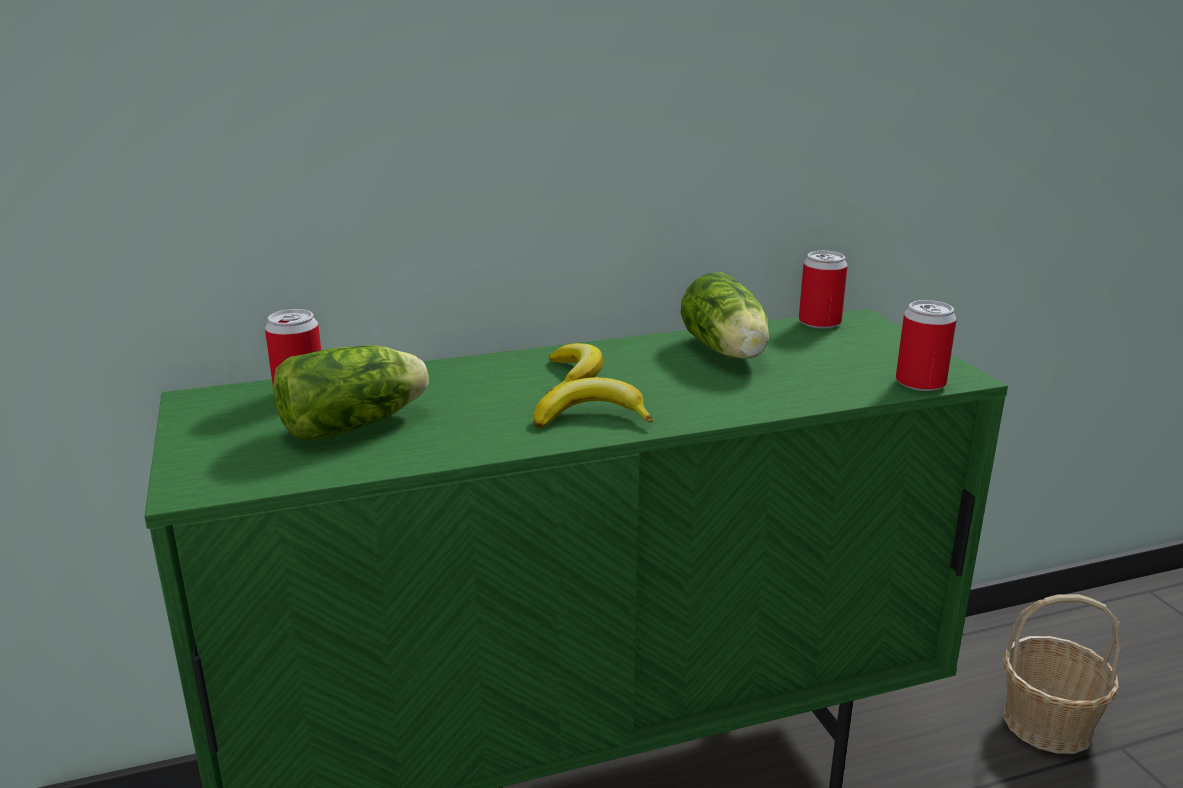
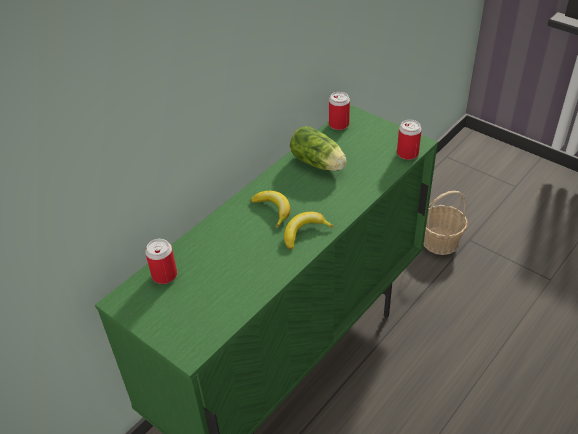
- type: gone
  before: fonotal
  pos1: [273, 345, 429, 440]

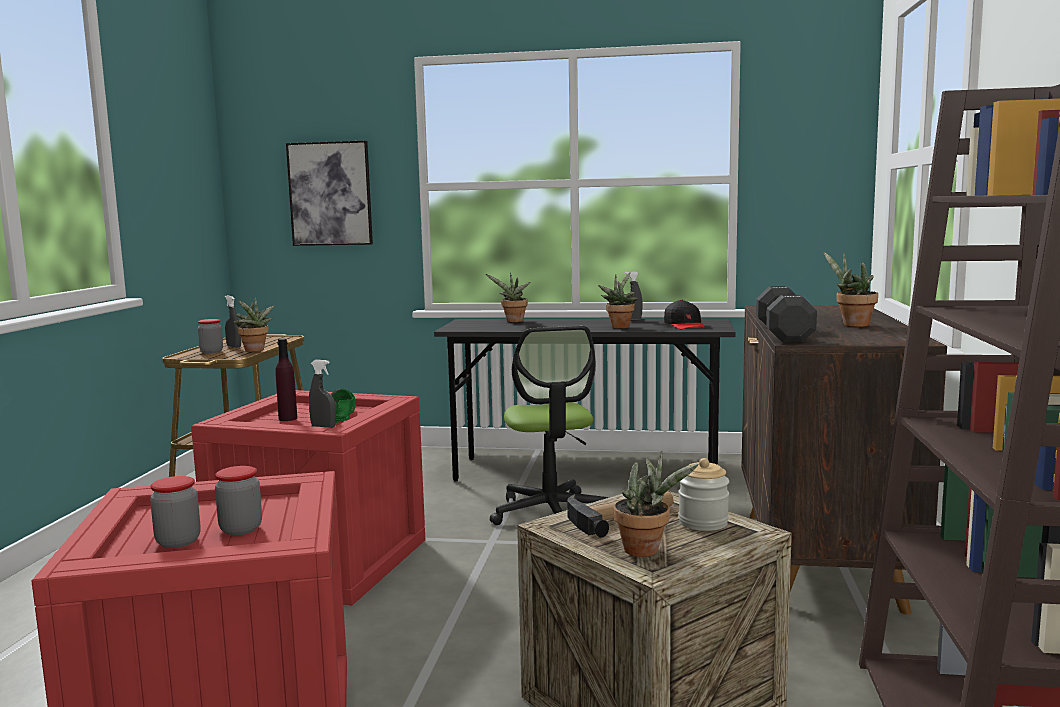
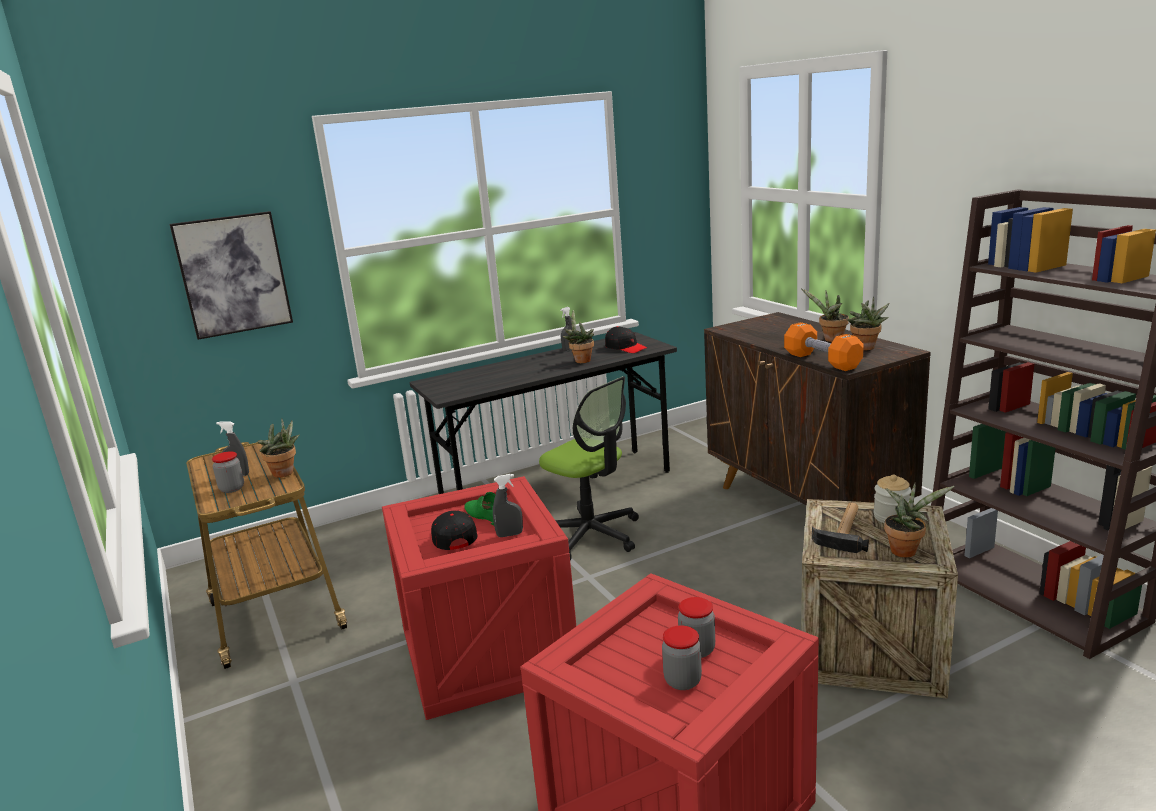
- type: shifted
  before: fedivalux
  pos1: [486, 273, 531, 322]
  pos2: [847, 297, 889, 350]
- type: swapped
  before: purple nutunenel
  after: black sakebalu
  pos1: [275, 339, 297, 421]
  pos2: [431, 510, 478, 550]
- type: repainted
  before: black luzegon
  after: orange luzegon
  pos1: [756, 286, 817, 343]
  pos2: [784, 322, 864, 371]

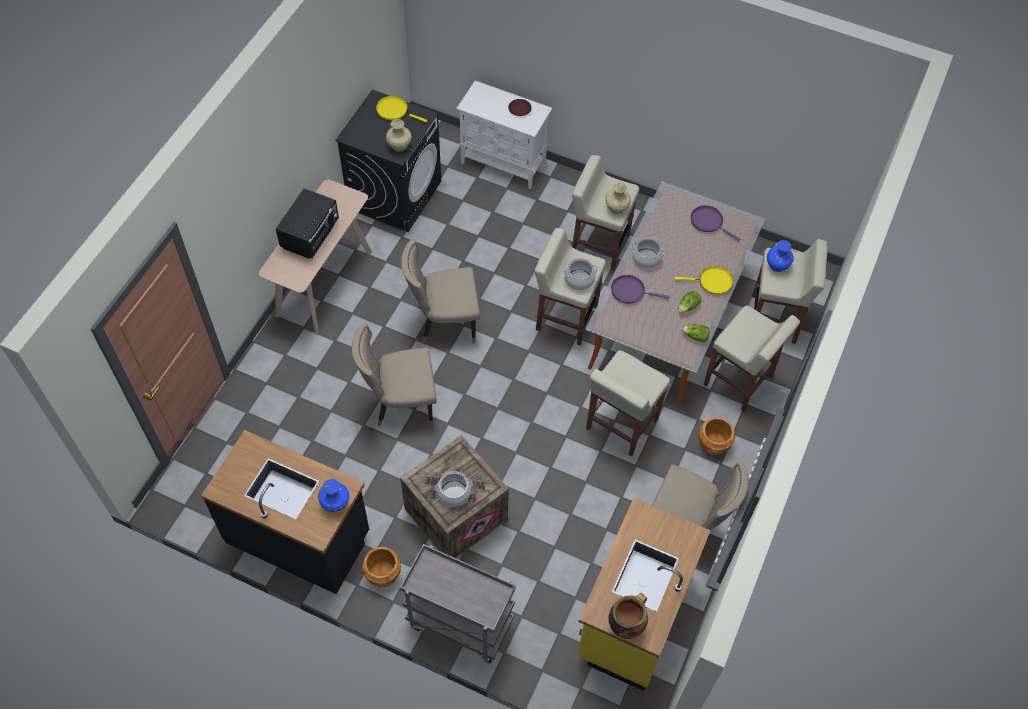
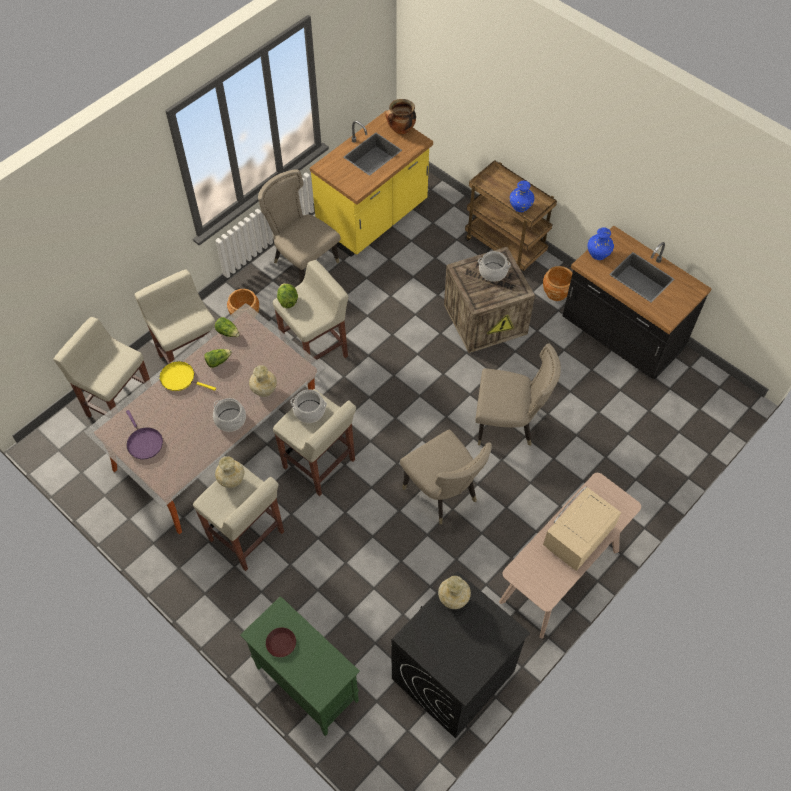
- type: gone
  before: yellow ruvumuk
  pos1: [376, 96, 427, 122]
- type: new
  after: fonotal
  pos2: [277, 283, 298, 308]
- type: shifted
  before: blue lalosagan
  pos1: [767, 240, 794, 272]
  pos2: [510, 181, 534, 212]
- type: swapped
  before: purple ruvumuk
  after: beige lalosagan
  pos1: [611, 275, 670, 304]
  pos2: [249, 365, 277, 397]
- type: repainted
  before: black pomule
  after: beige pomule
  pos1: [276, 188, 339, 258]
  pos2: [543, 487, 621, 571]
- type: repainted
  before: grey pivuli
  after: brown pivuli
  pos1: [400, 544, 516, 663]
  pos2: [465, 160, 557, 271]
- type: repainted
  before: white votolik
  after: green votolik
  pos1: [456, 81, 552, 189]
  pos2: [240, 596, 360, 736]
- type: rotated
  before: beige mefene
  pos1: [401, 239, 480, 343]
  pos2: [400, 429, 492, 524]
  turn: 45

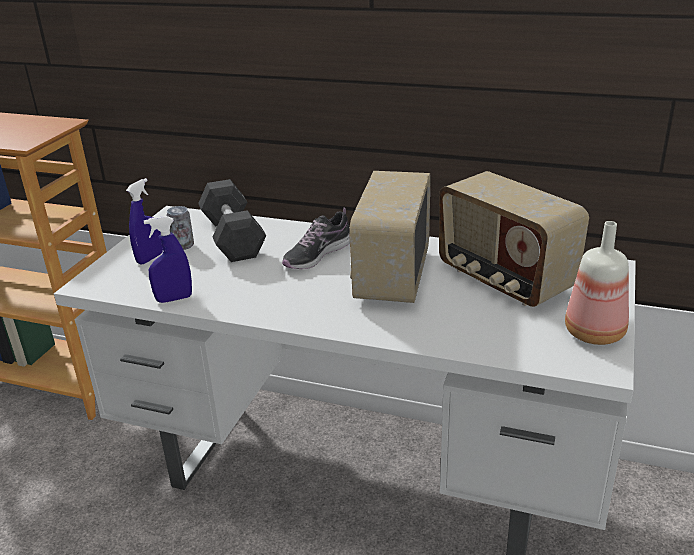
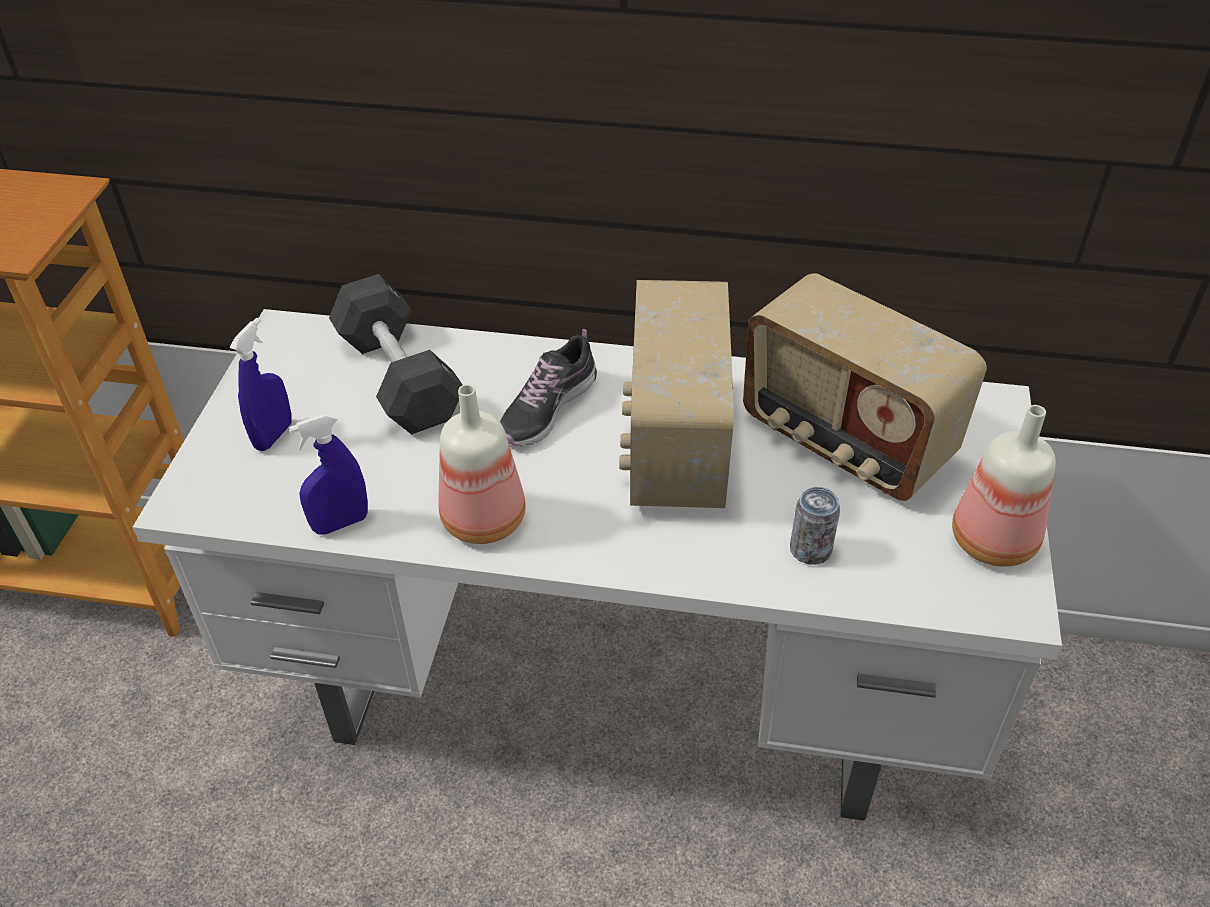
- type: new
  after: nutunenel
  pos2: [438, 384, 525, 544]
- type: shifted
  before: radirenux
  pos1: [166, 206, 194, 250]
  pos2: [790, 487, 840, 565]

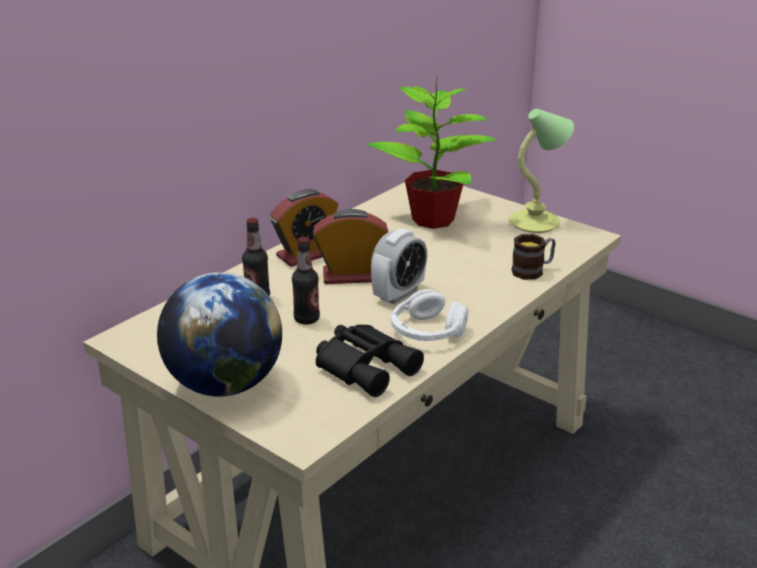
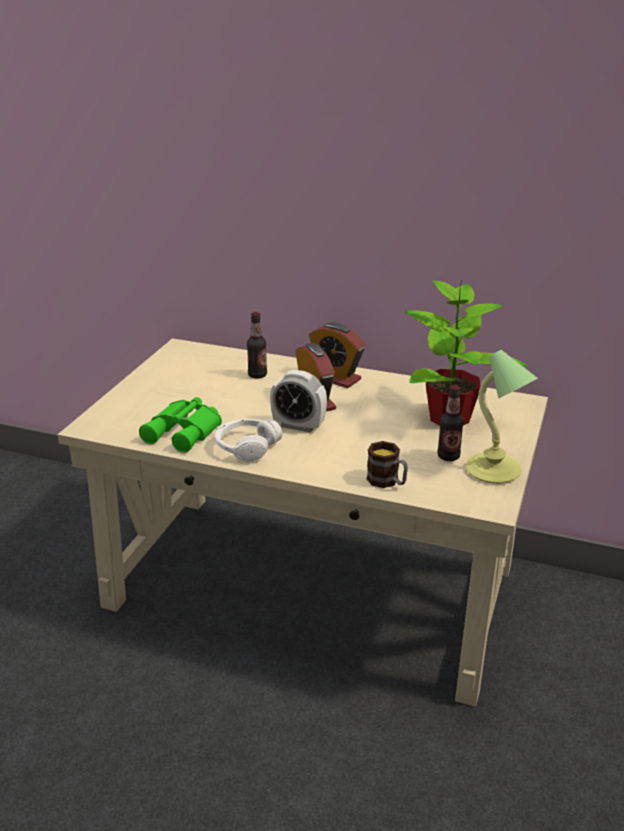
- type: gone
  before: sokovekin
  pos1: [157, 272, 282, 397]
- type: shifted
  before: nutunenel
  pos1: [292, 237, 320, 324]
  pos2: [437, 385, 464, 461]
- type: repainted
  before: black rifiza
  after: green rifiza
  pos1: [316, 325, 424, 397]
  pos2: [139, 397, 222, 453]

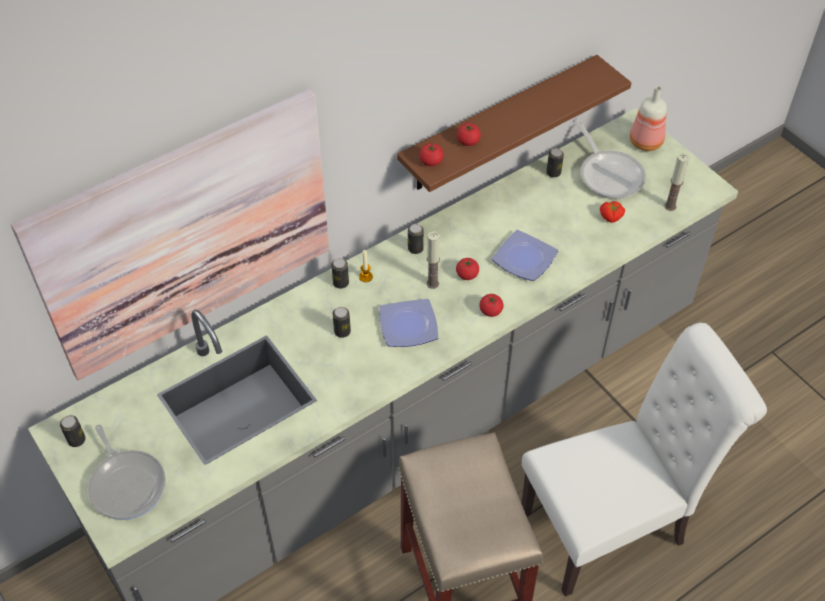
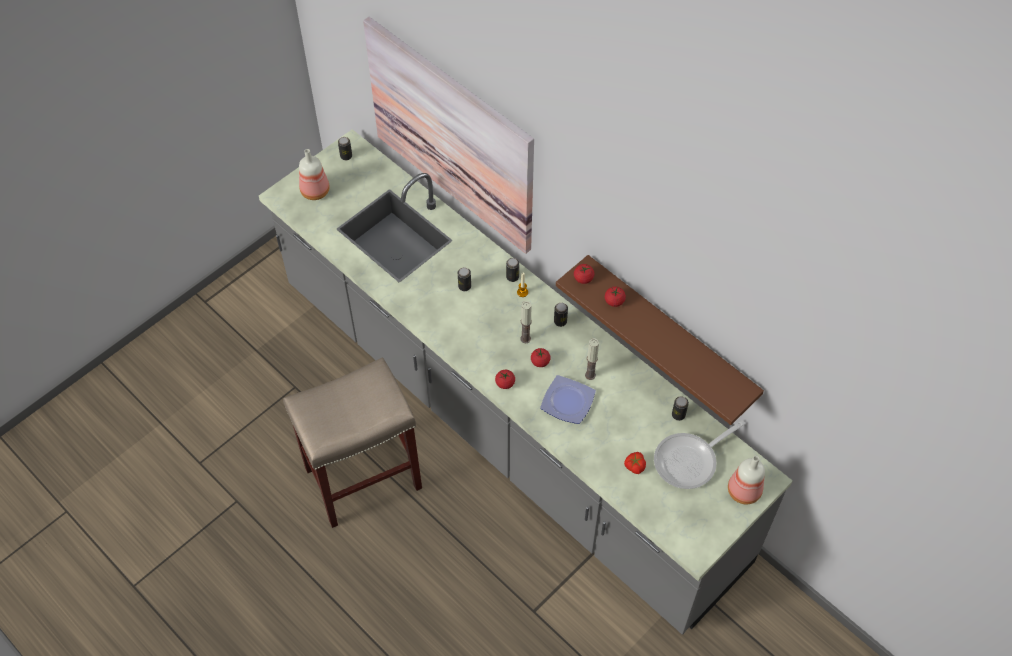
- type: gone
  before: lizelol
  pos1: [379, 299, 438, 347]
- type: gone
  before: white mefene
  pos1: [522, 323, 767, 596]
- type: shifted
  before: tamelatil
  pos1: [664, 154, 689, 211]
  pos2: [585, 338, 599, 380]
- type: swapped
  before: ruvumuk
  after: nutunenel
  pos1: [88, 424, 166, 520]
  pos2: [299, 149, 330, 200]

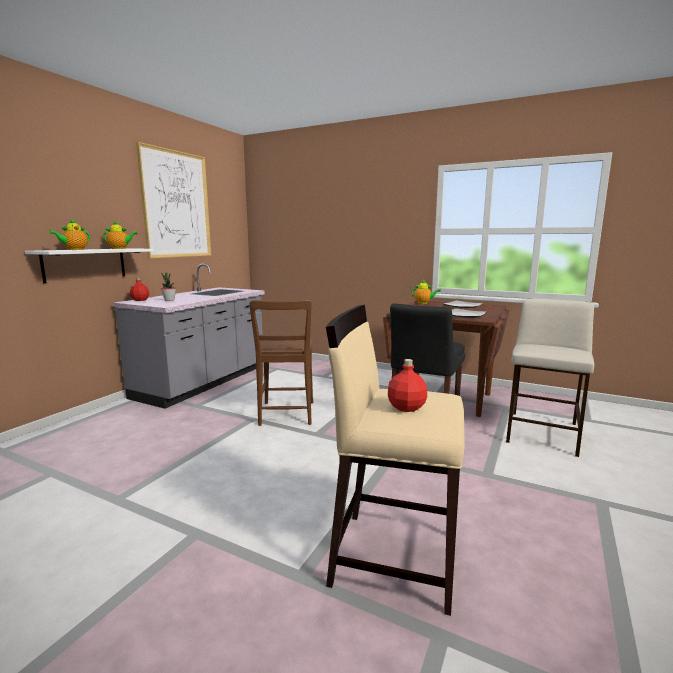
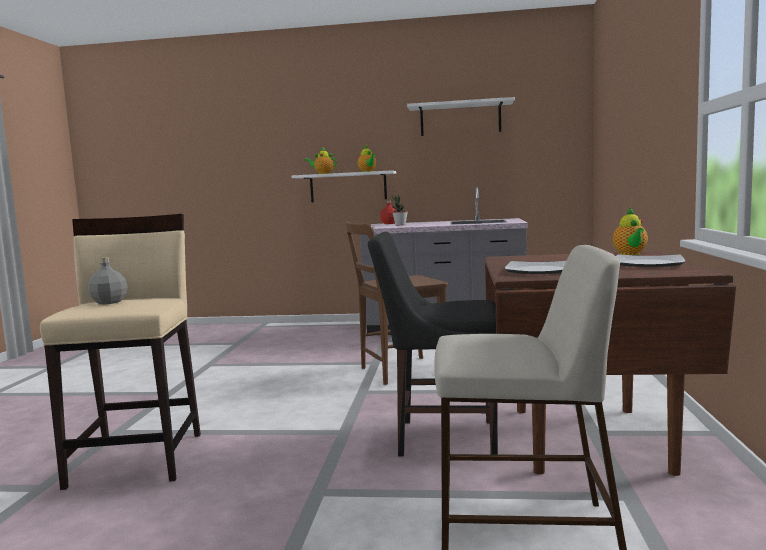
- type: swapped
  before: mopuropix
  after: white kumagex
  pos1: [136, 142, 211, 258]
  pos2: [407, 97, 515, 136]
- type: repainted
  before: red nutunenel
  after: grey nutunenel
  pos1: [388, 359, 427, 412]
  pos2: [88, 257, 128, 304]

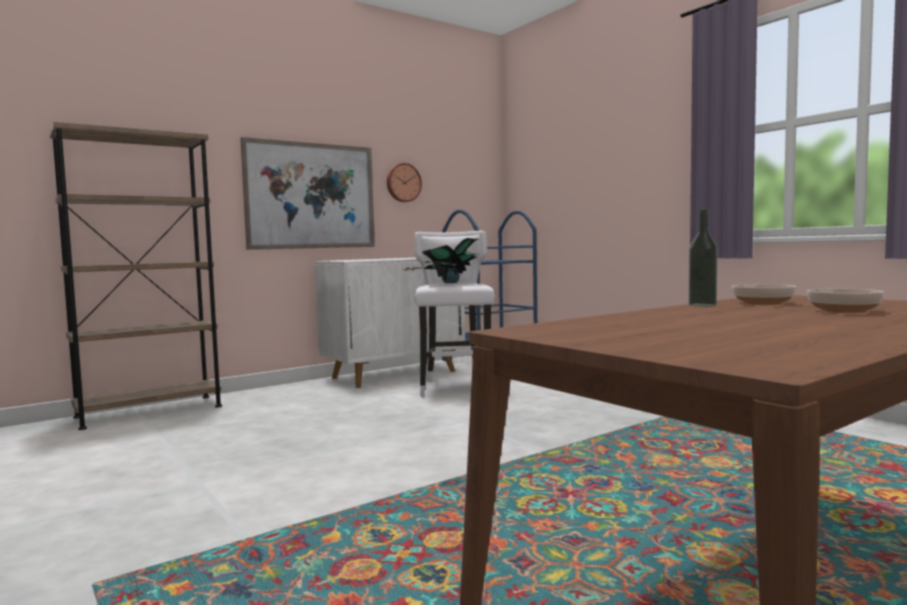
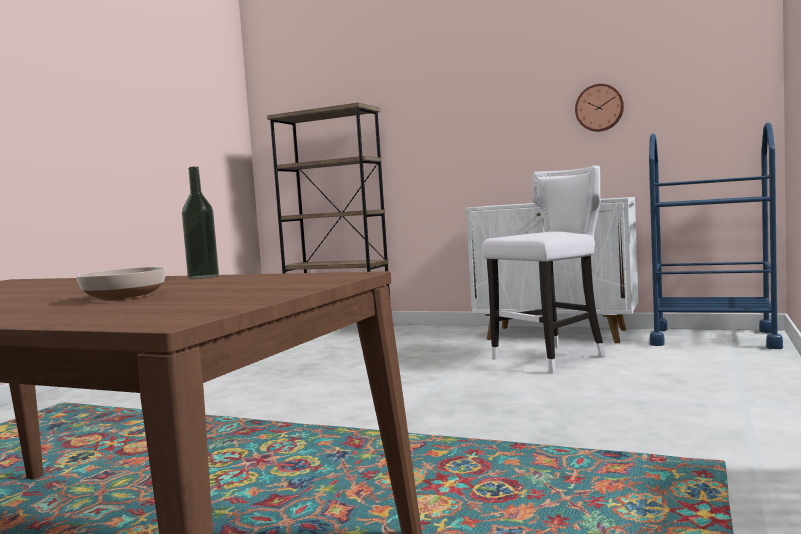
- type: gone
  before: mopuropix
  pos1: [240, 137, 375, 250]
- type: gone
  before: fedivalux
  pos1: [422, 238, 479, 283]
- type: gone
  before: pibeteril
  pos1: [732, 284, 796, 305]

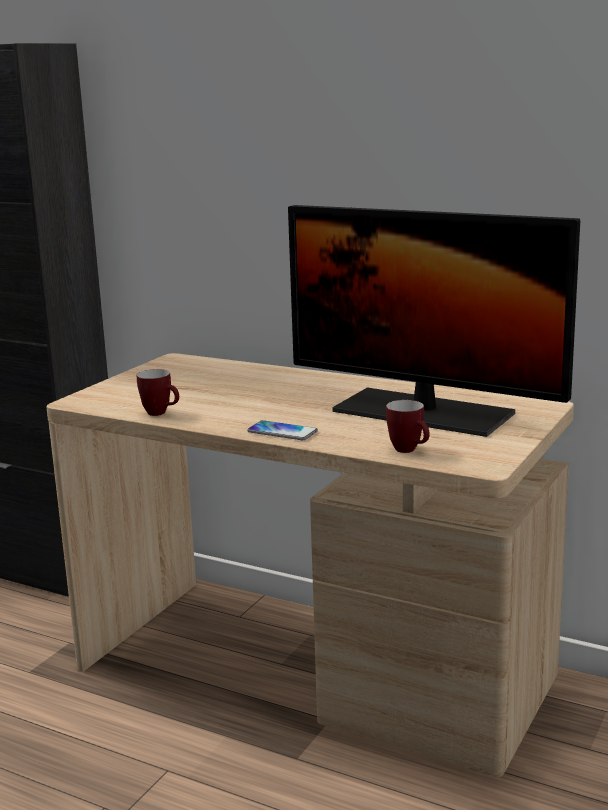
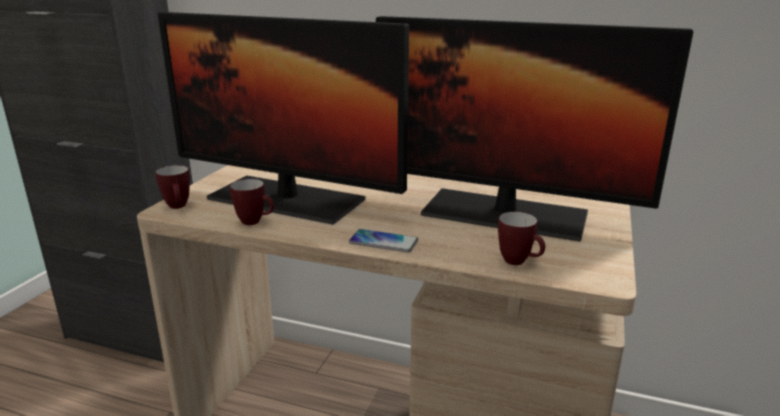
- type: new
  after: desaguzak
  pos2: [156, 165, 190, 209]
- type: new
  after: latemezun
  pos2: [158, 12, 409, 225]

